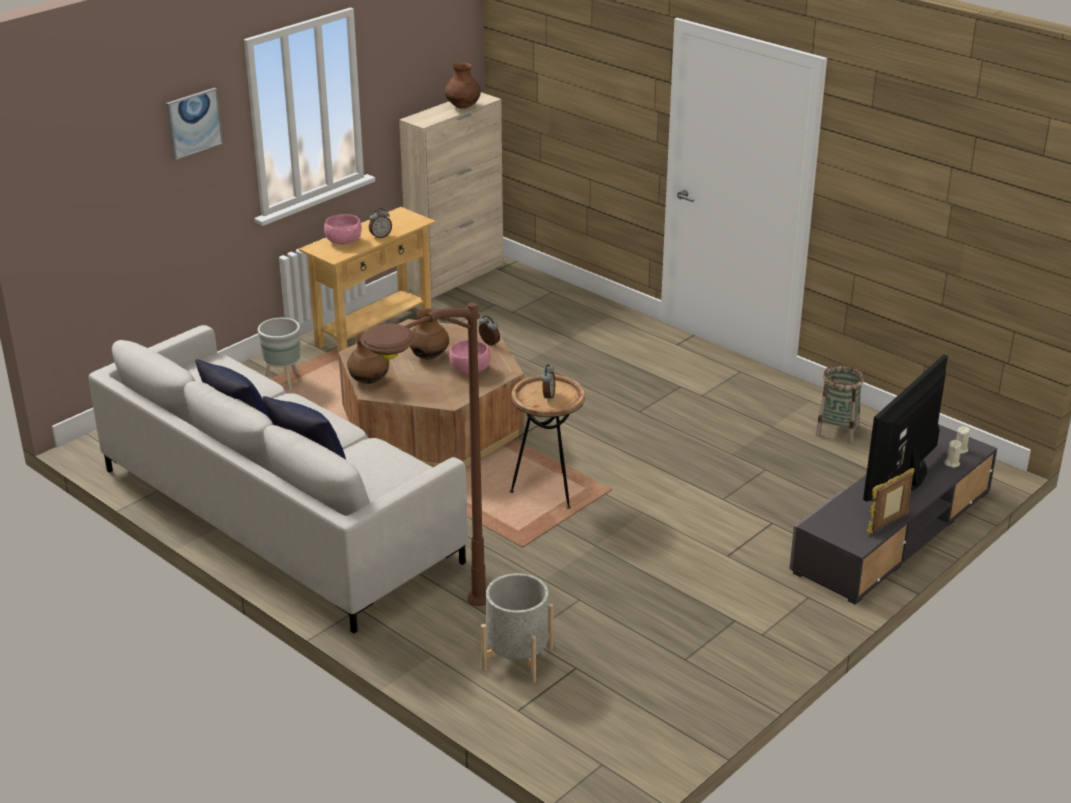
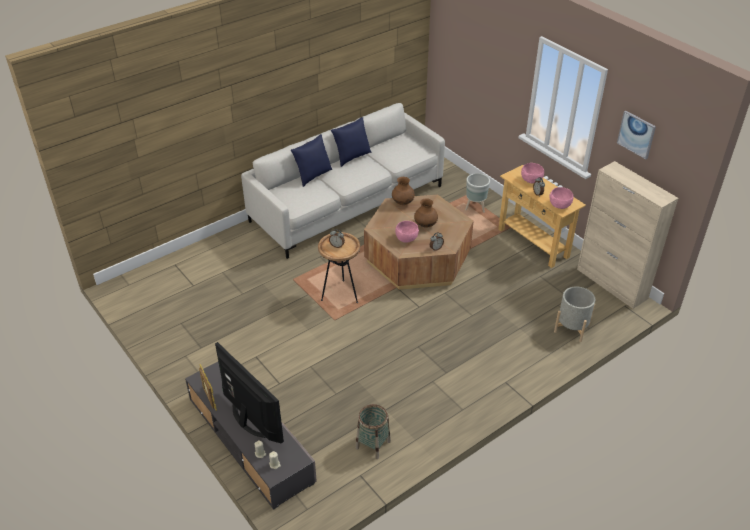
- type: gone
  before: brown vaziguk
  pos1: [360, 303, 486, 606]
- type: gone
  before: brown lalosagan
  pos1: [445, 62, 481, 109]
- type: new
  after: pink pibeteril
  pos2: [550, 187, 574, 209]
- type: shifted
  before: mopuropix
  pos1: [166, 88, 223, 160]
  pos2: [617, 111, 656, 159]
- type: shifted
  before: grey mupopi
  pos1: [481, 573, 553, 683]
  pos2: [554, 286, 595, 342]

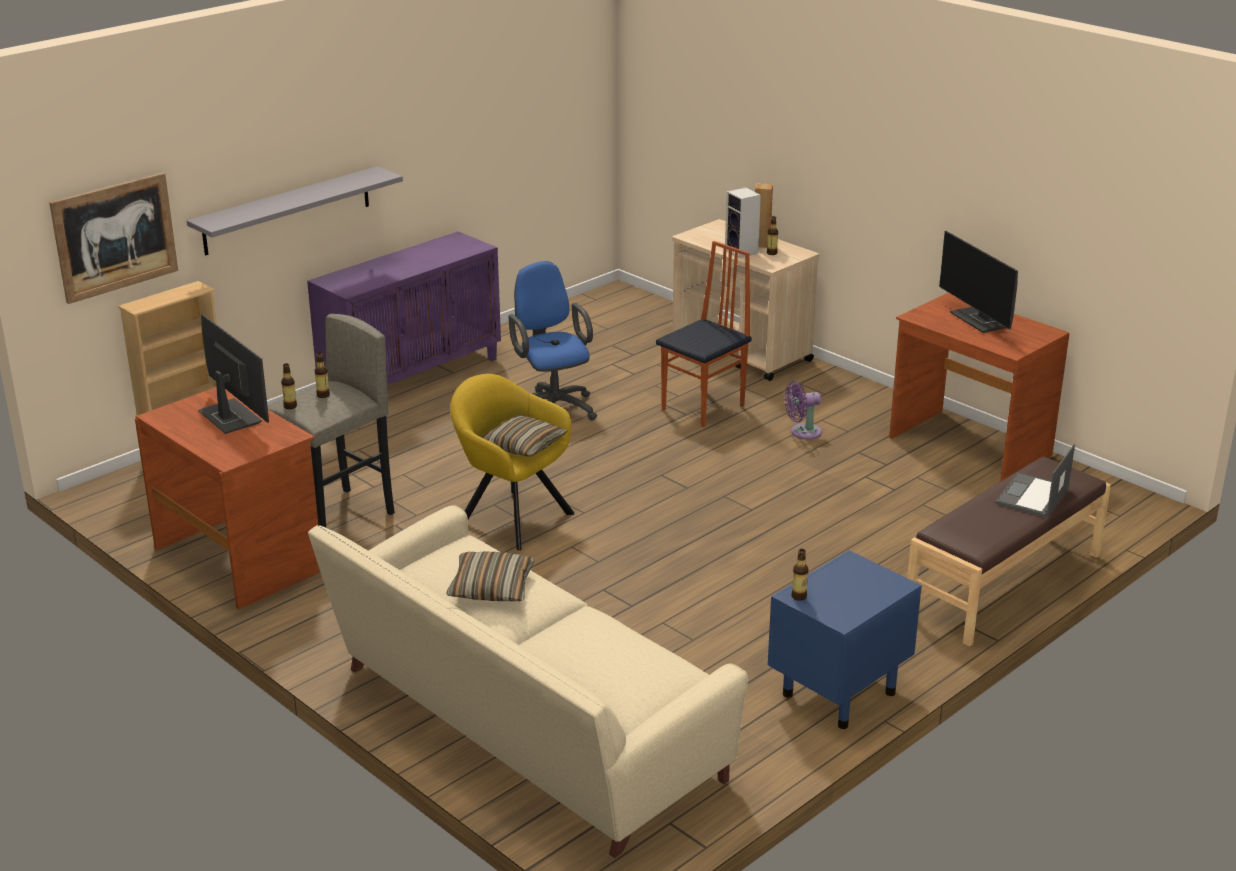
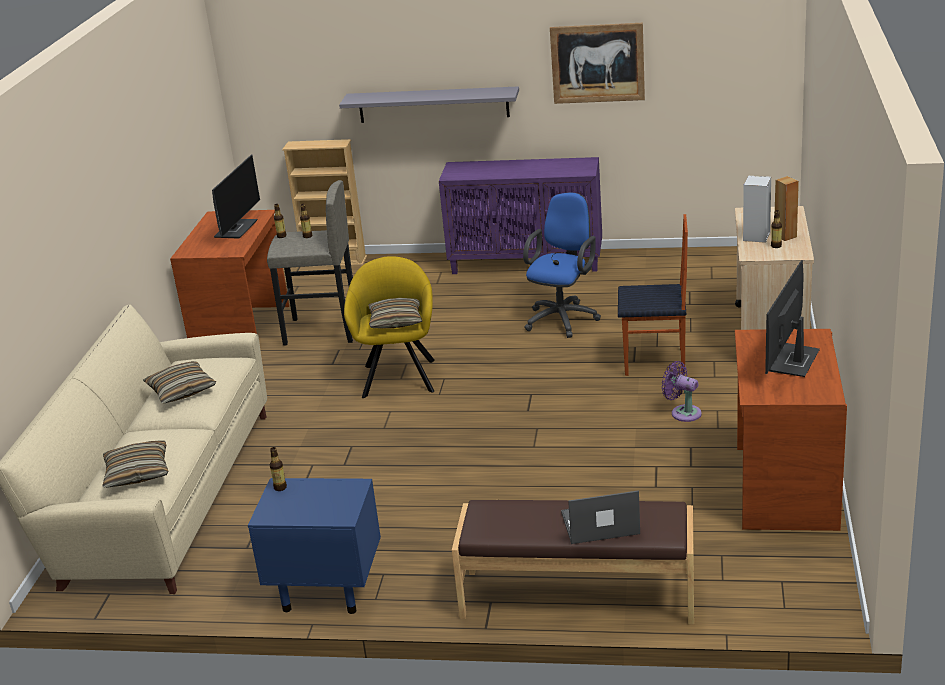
- type: new
  after: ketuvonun
  pos2: [102, 440, 169, 488]
- type: shifted
  before: mopuropix
  pos1: [49, 172, 178, 304]
  pos2: [550, 23, 645, 104]

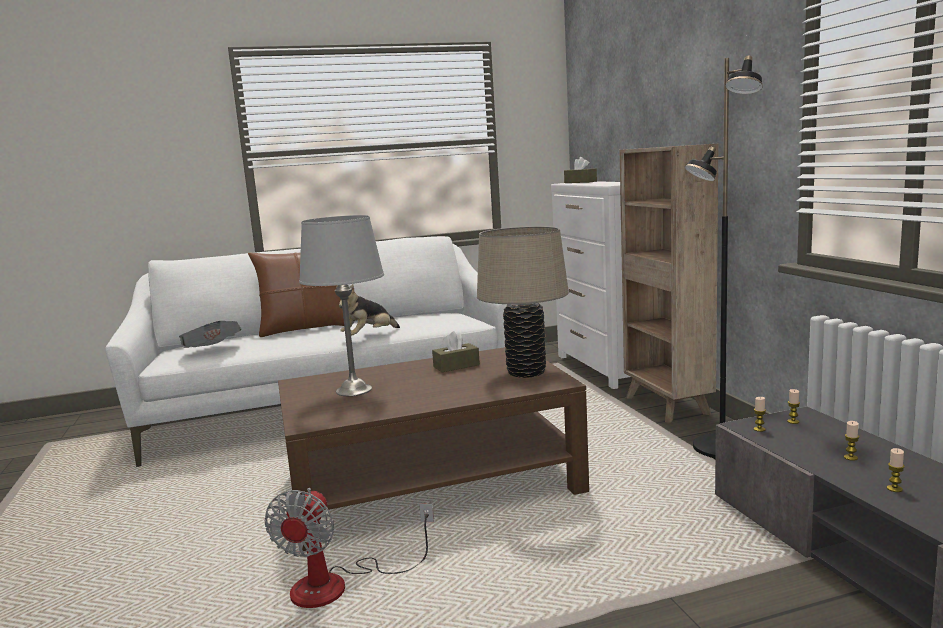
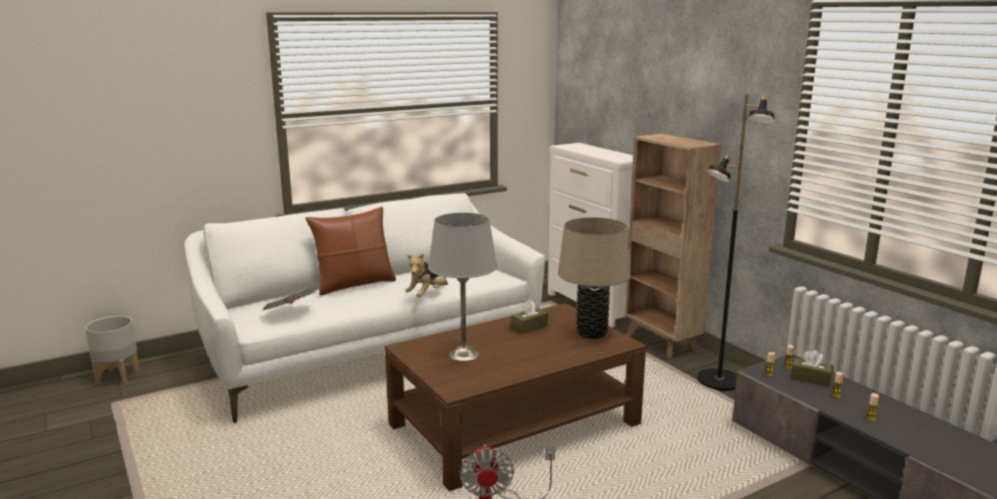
- type: new
  after: grey mupopi
  pos2: [85, 316, 140, 384]
- type: shifted
  before: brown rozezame
  pos1: [564, 157, 597, 183]
  pos2: [791, 350, 834, 387]

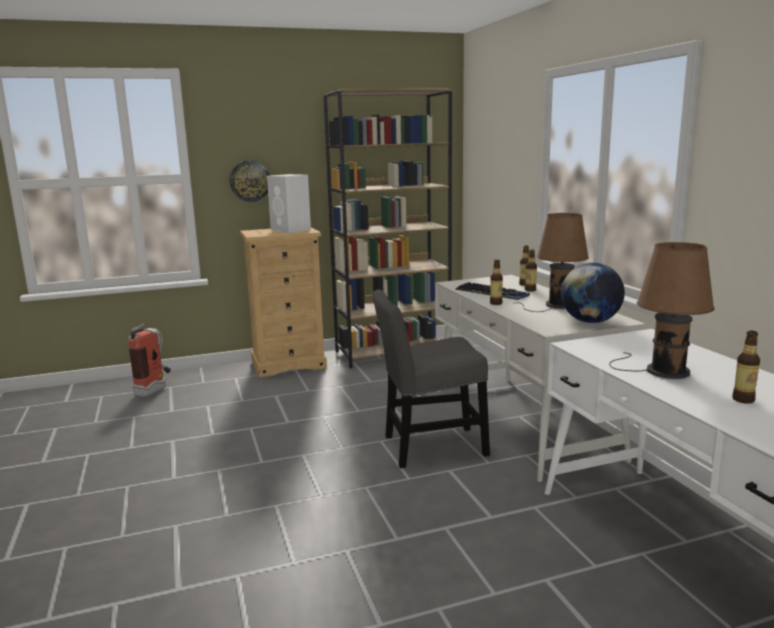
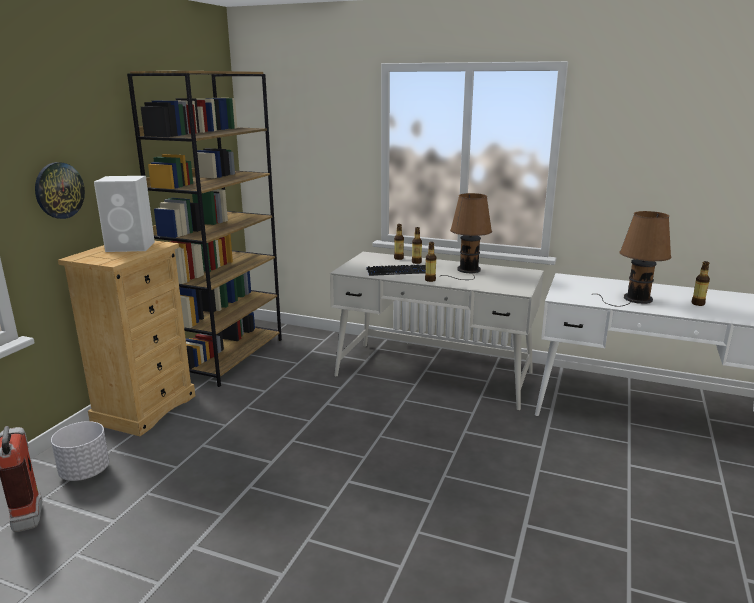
- type: gone
  before: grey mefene
  pos1: [372, 289, 490, 468]
- type: gone
  before: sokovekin
  pos1: [561, 263, 625, 323]
- type: new
  after: white mupopi
  pos2: [51, 421, 110, 481]

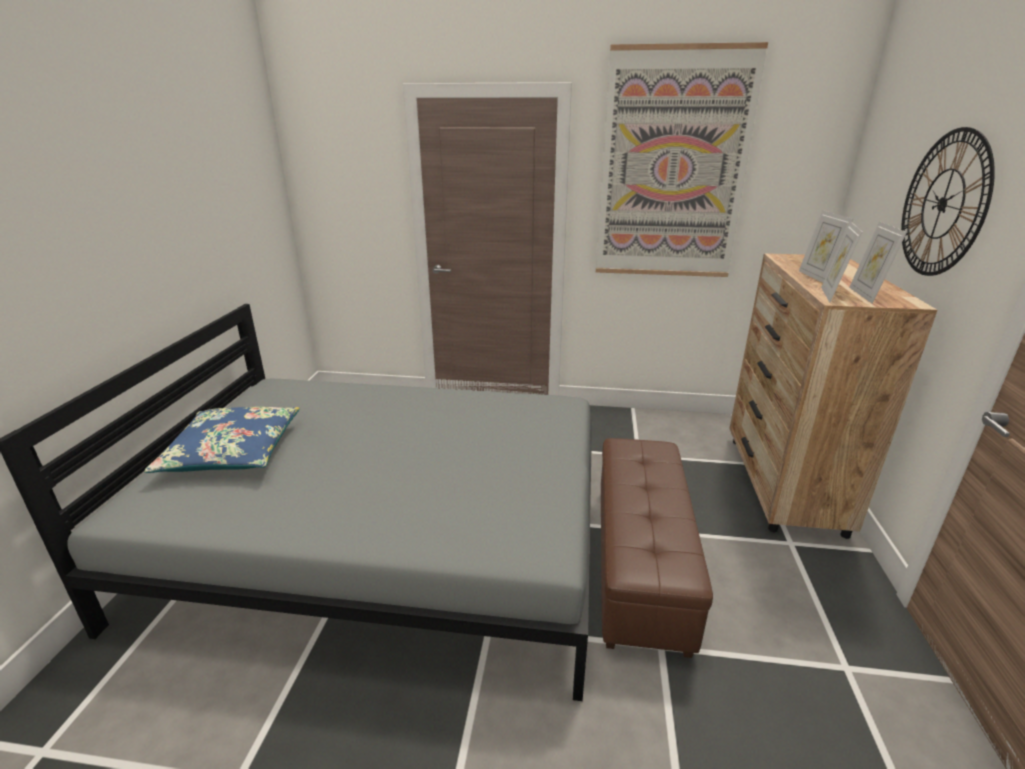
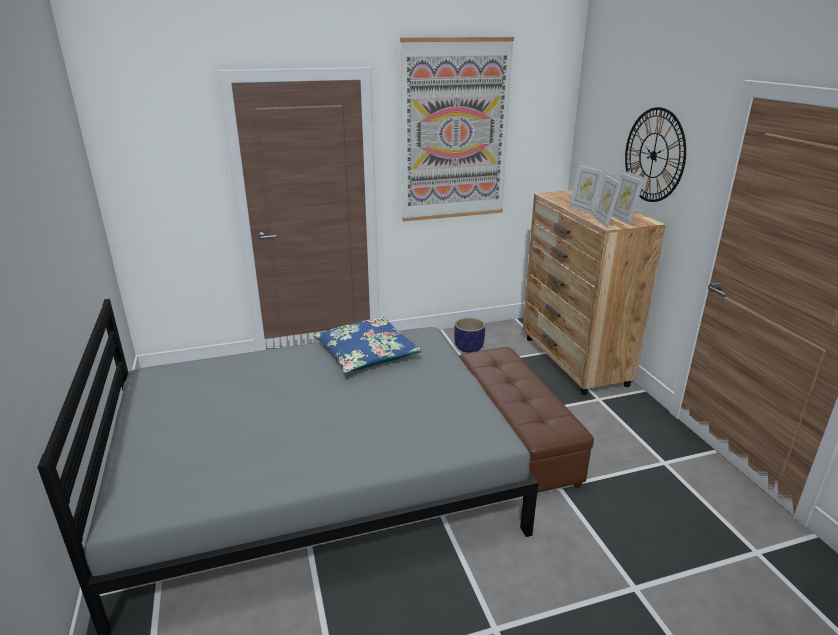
- type: new
  after: mupopi
  pos2: [454, 317, 485, 353]
- type: shifted
  before: blue ketuvonun
  pos1: [144, 407, 300, 473]
  pos2: [314, 317, 422, 373]

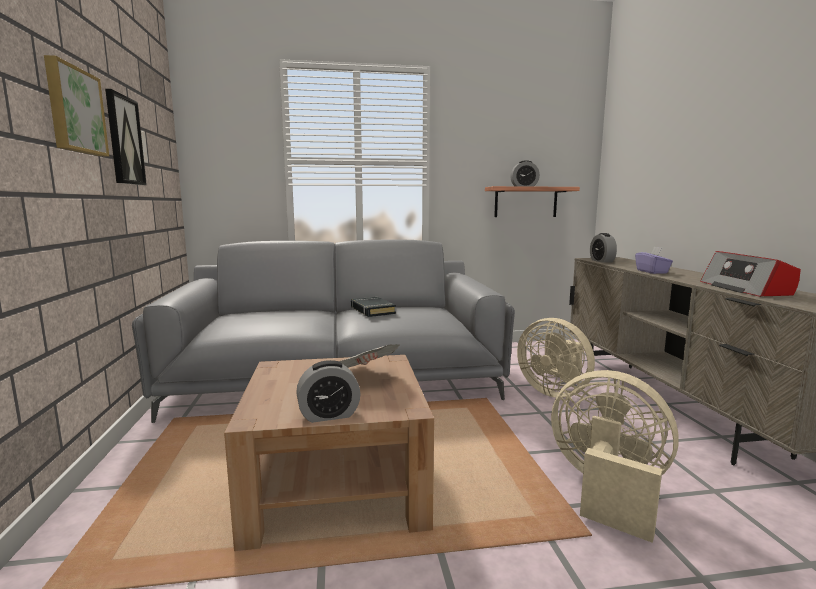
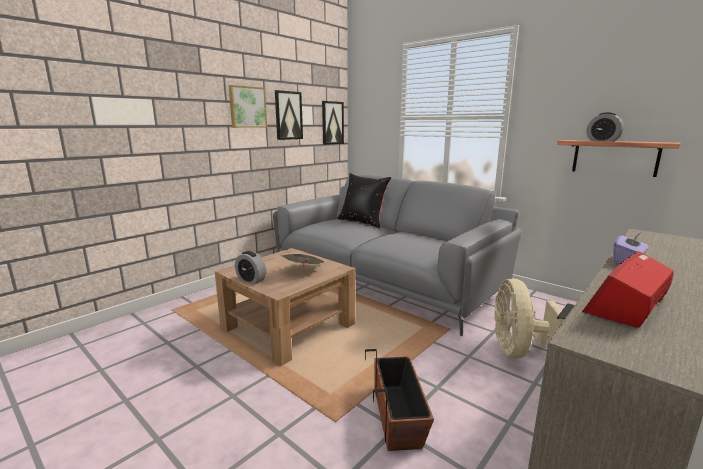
- type: gone
  before: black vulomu
  pos1: [351, 297, 396, 317]
- type: gone
  before: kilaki
  pos1: [590, 233, 617, 263]
- type: new
  after: mopuropix
  pos2: [322, 101, 344, 145]
- type: new
  after: black ketuvonun
  pos2: [338, 173, 391, 228]
- type: swapped
  before: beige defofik
  after: mupopi
  pos1: [551, 370, 679, 543]
  pos2: [365, 349, 434, 451]

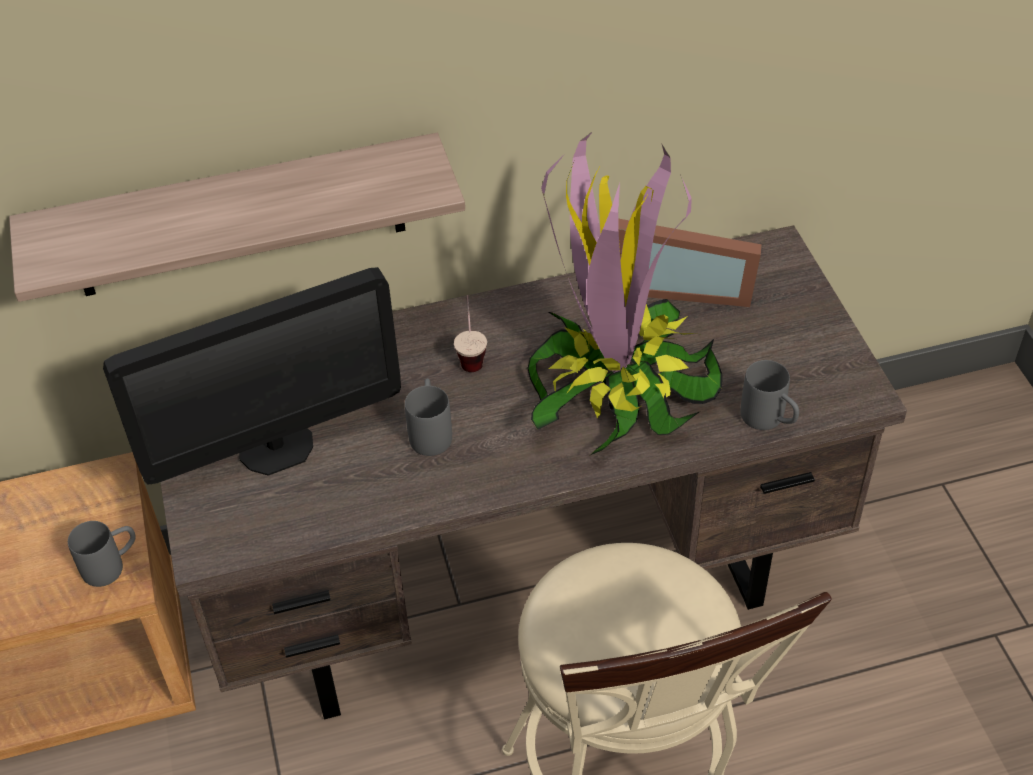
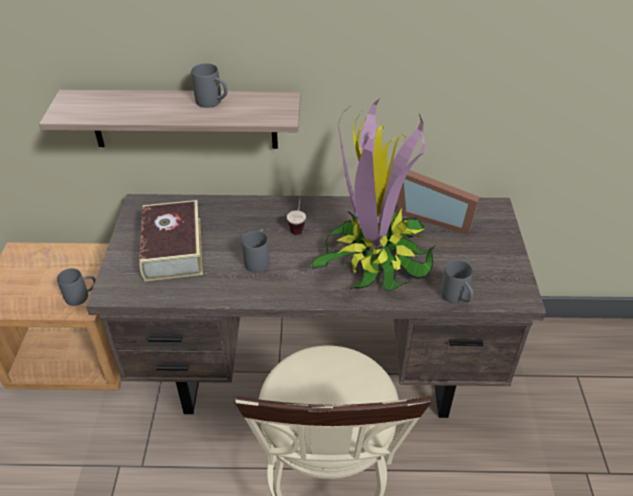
- type: new
  after: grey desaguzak
  pos2: [191, 63, 227, 108]
- type: swapped
  before: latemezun
  after: vulomu
  pos1: [103, 267, 401, 485]
  pos2: [139, 200, 203, 281]

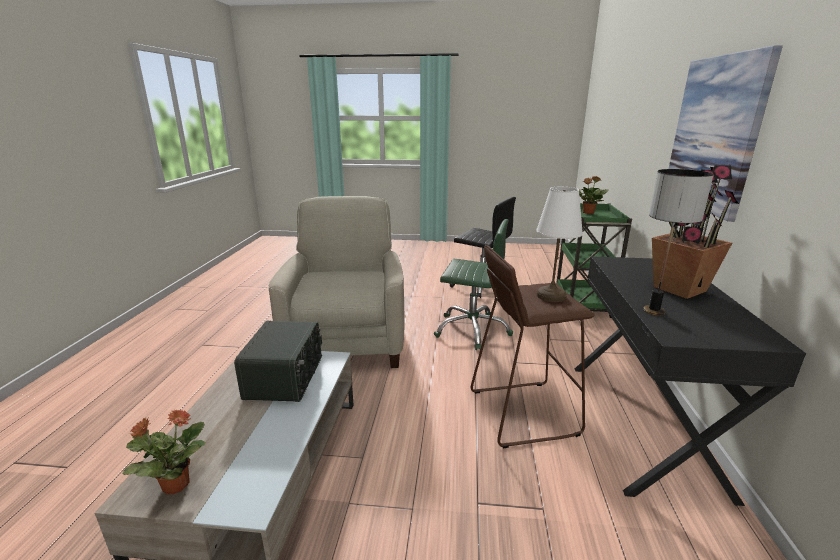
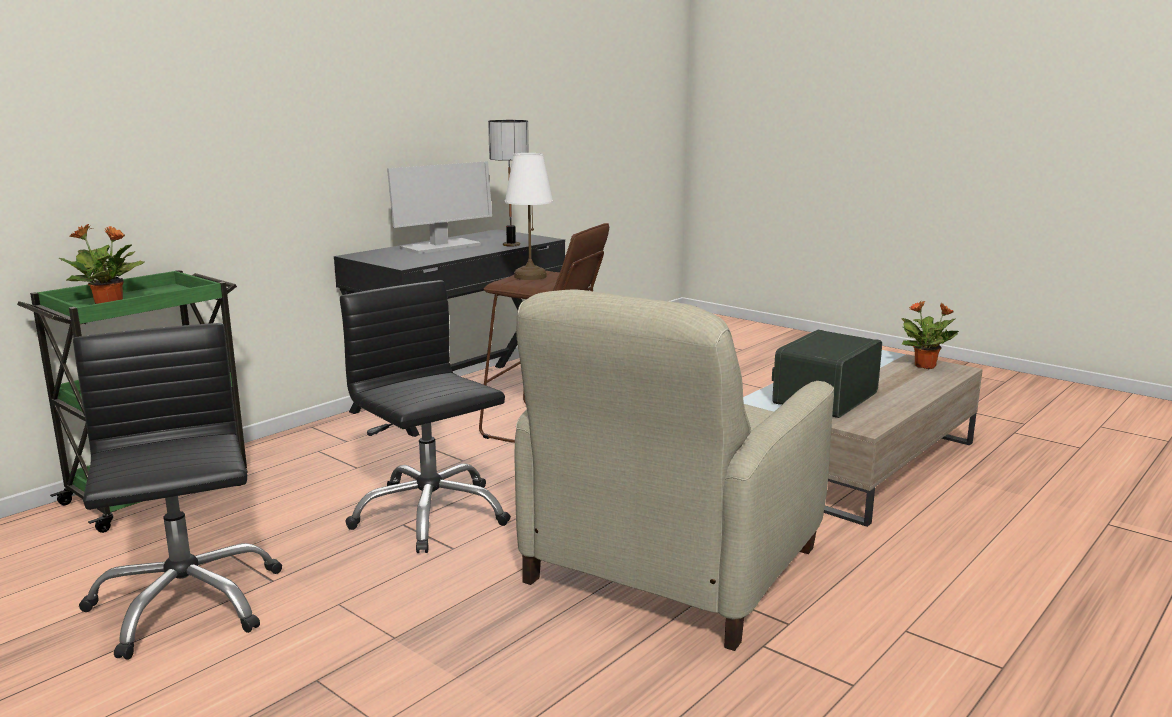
- type: gone
  before: mopuropix
  pos1: [669, 45, 783, 222]
- type: swapped
  before: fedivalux
  after: latemezun
  pos1: [652, 165, 739, 299]
  pos2: [387, 161, 492, 254]
- type: repainted
  before: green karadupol
  after: black karadupol
  pos1: [434, 219, 513, 350]
  pos2: [340, 280, 511, 553]

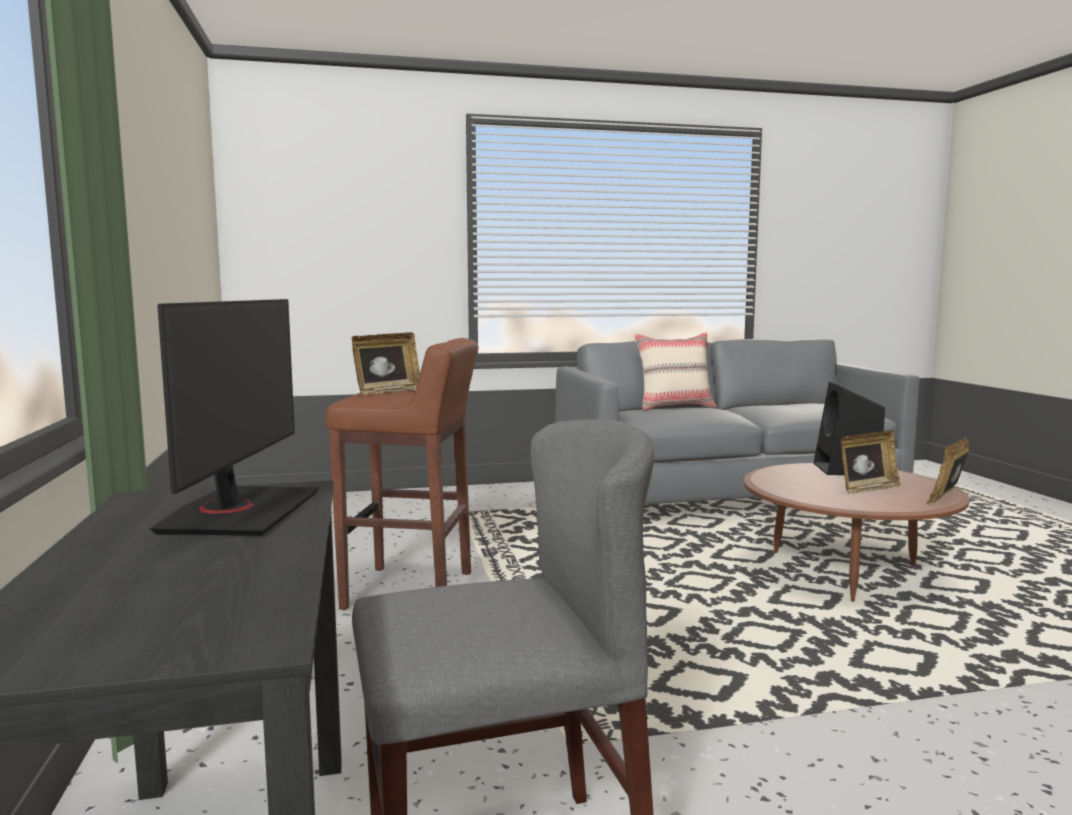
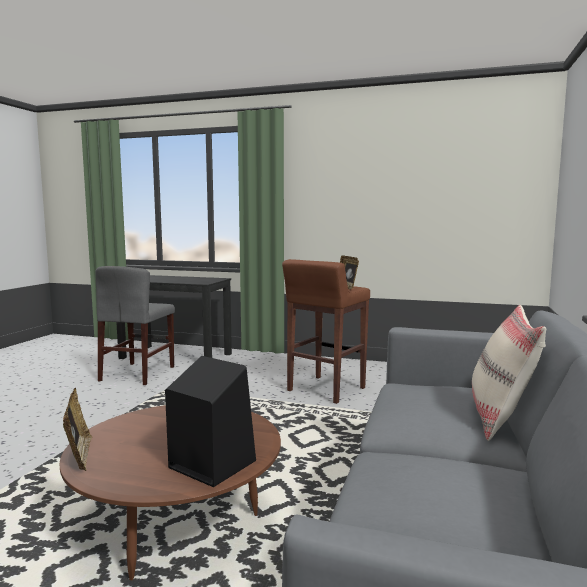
- type: gone
  before: latemezun
  pos1: [149, 299, 320, 536]
- type: gone
  before: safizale
  pos1: [841, 430, 901, 494]

